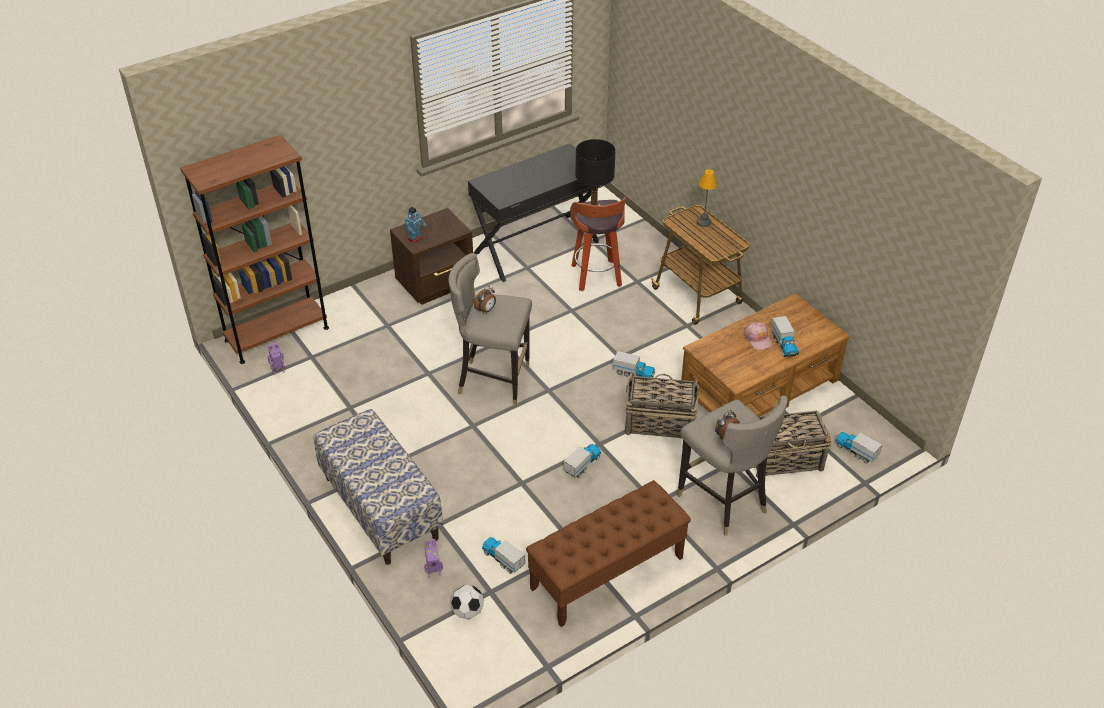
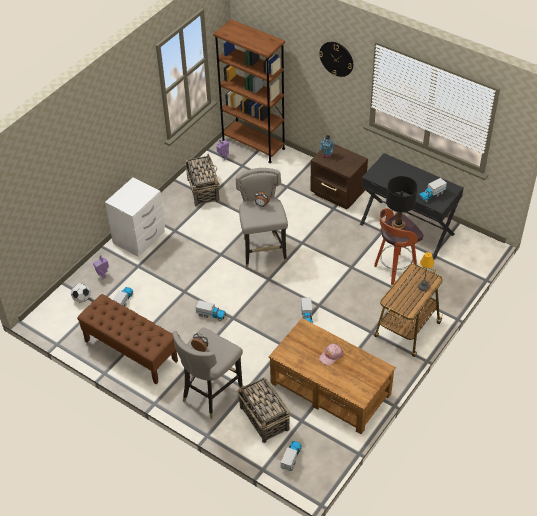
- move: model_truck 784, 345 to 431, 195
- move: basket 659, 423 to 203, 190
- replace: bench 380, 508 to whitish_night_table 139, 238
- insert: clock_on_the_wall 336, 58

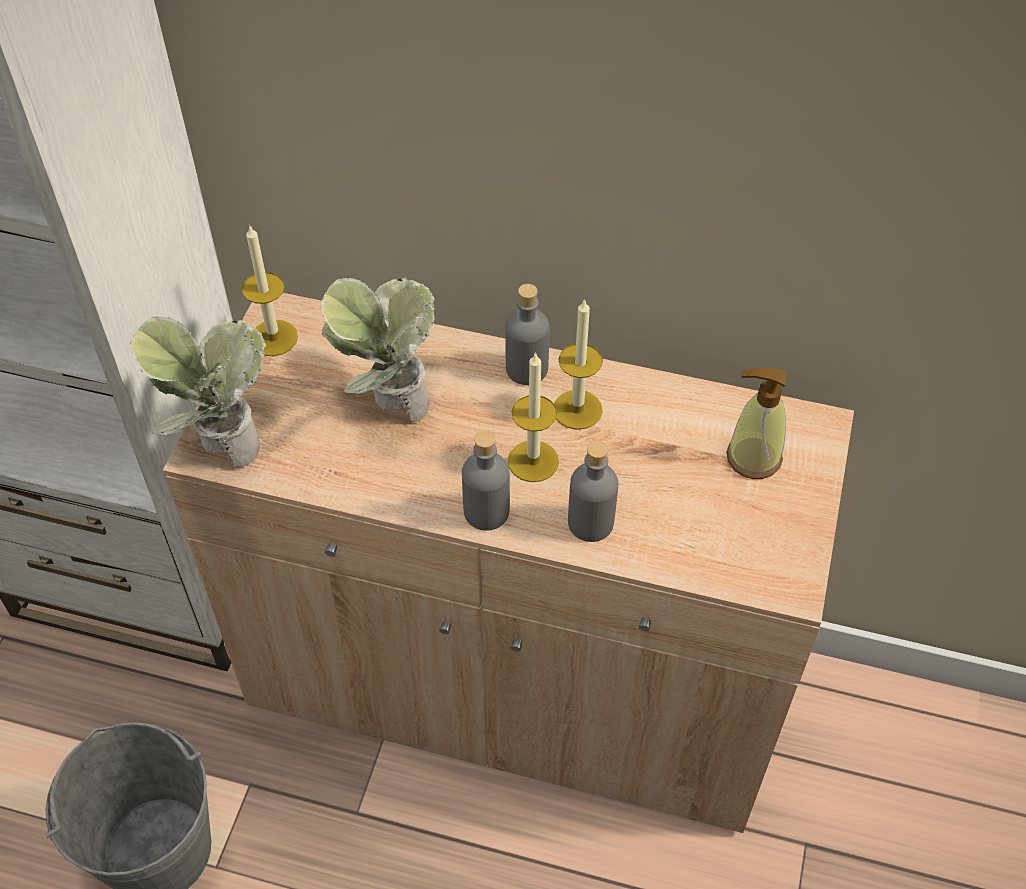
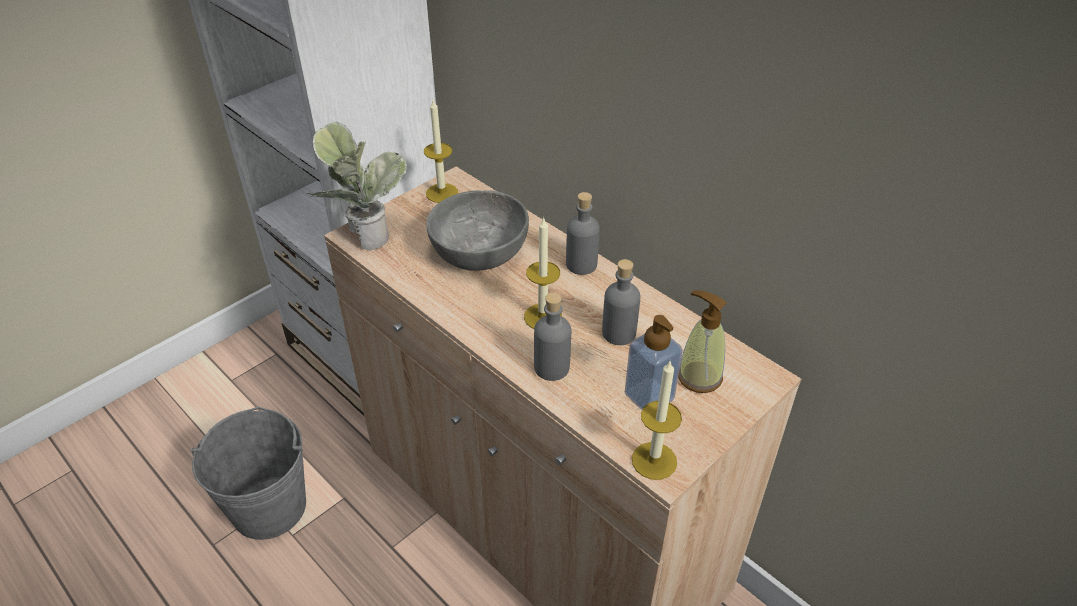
- replace: houseplant 389, 404 to grey_serving_bowl 479, 251
- move: wax_light 577, 409 to 654, 460
- move: grey_bottle 486, 512 to 619, 333
- insert: soap_bottle 649, 396

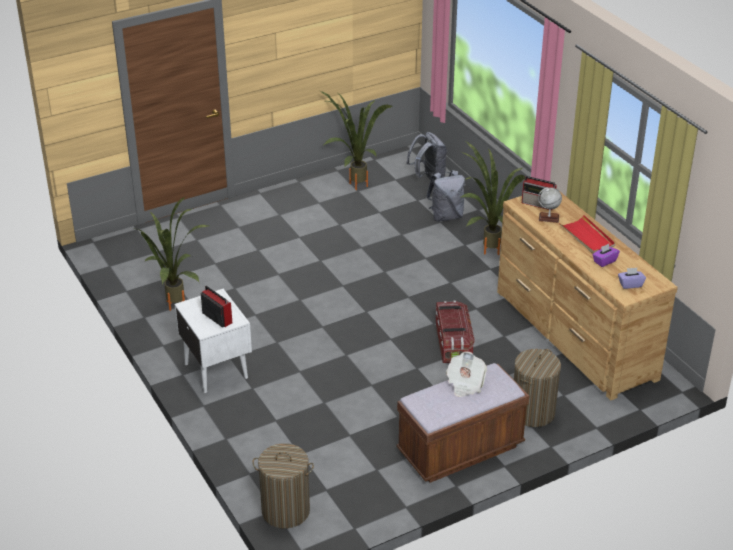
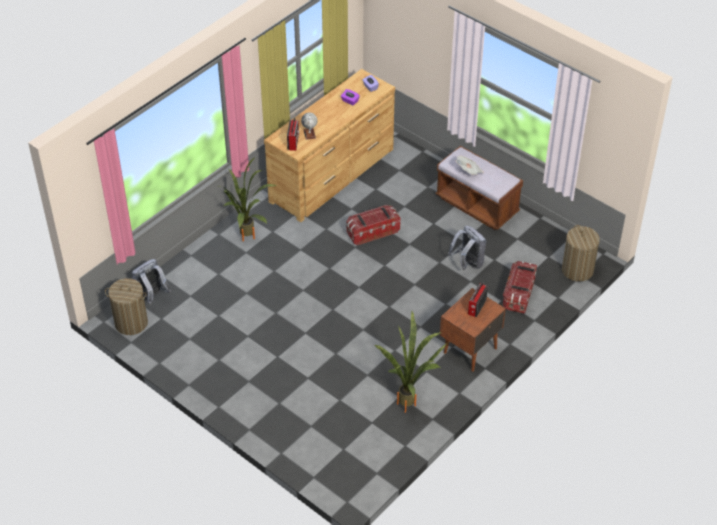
- delete: houseplant 353, 185
- move: grey_knapsack 446, 216 to 468, 263
- delete: reddish_carrying_tray 587, 236
- recolor: whitish_night_table 216, 370 to brownish_night_table 469, 350
- move: laundry_basket 532, 412 to 131, 323
- insert: storage_container 518, 294

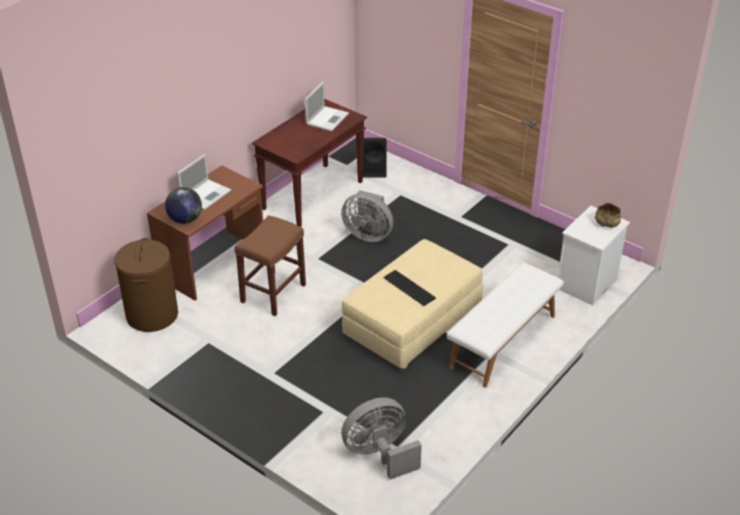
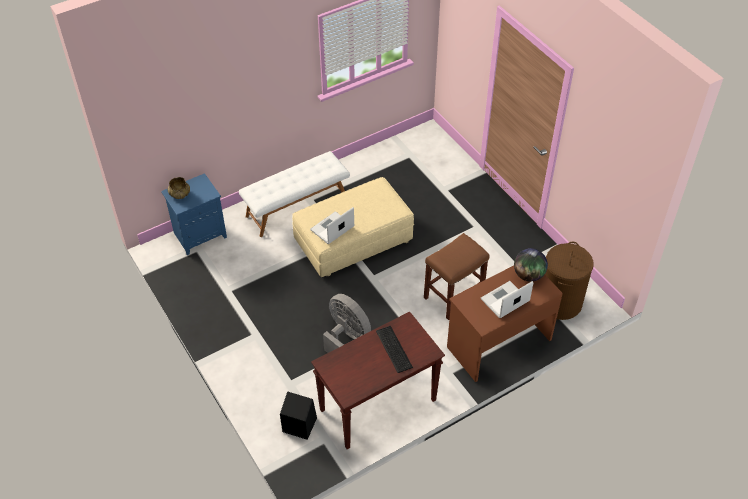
- move: notebook_computer 327, 118 to 331, 229
- recolor: whitish_night_table 587, 285 to blue_night_table 200, 234
- move: PC_keyboard 409, 287 to 393, 350
- delete: grey_cooling_fan 379, 454

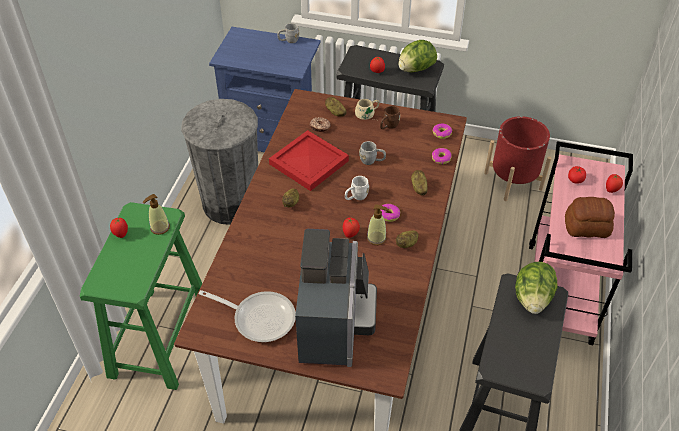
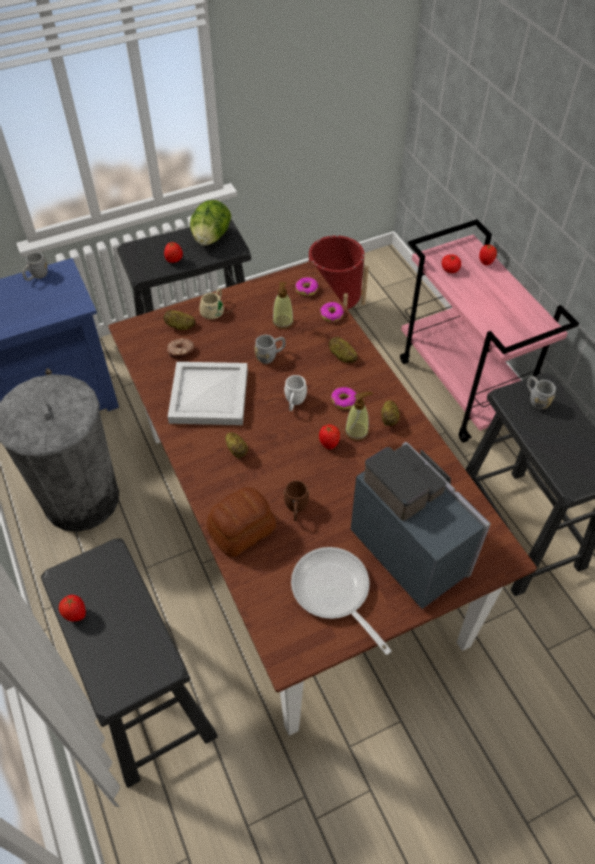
- move: brownish_tea_mug 388, 126 to 296, 509
- recolor: reddish_carrying_tray 307, 162 to whitish_carrying_tray 208, 396
- move: soap_bottle 160, 228 to 283, 322
- move: bread 587, 227 to 243, 531
- recolor: green-coloured_sitting_stool 160, 337 to blackish_sitting_stool 144, 696
- replace: lettuce_head 532, 299 to grey_tea_mug 536, 399
- rotate: skillet 259, 318 = 334, 593 105 degrees counterclockwise

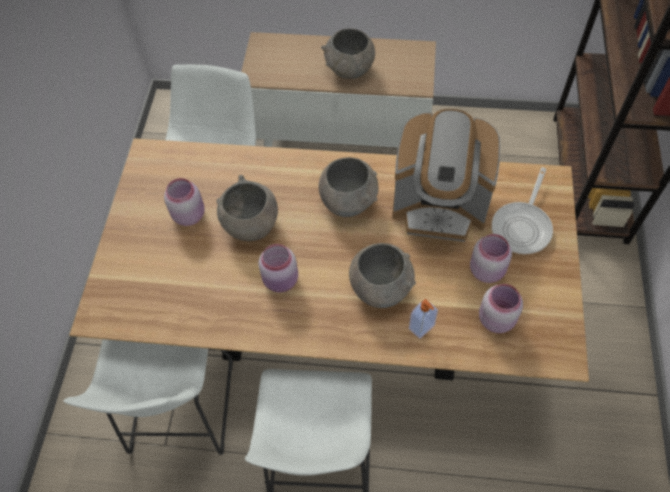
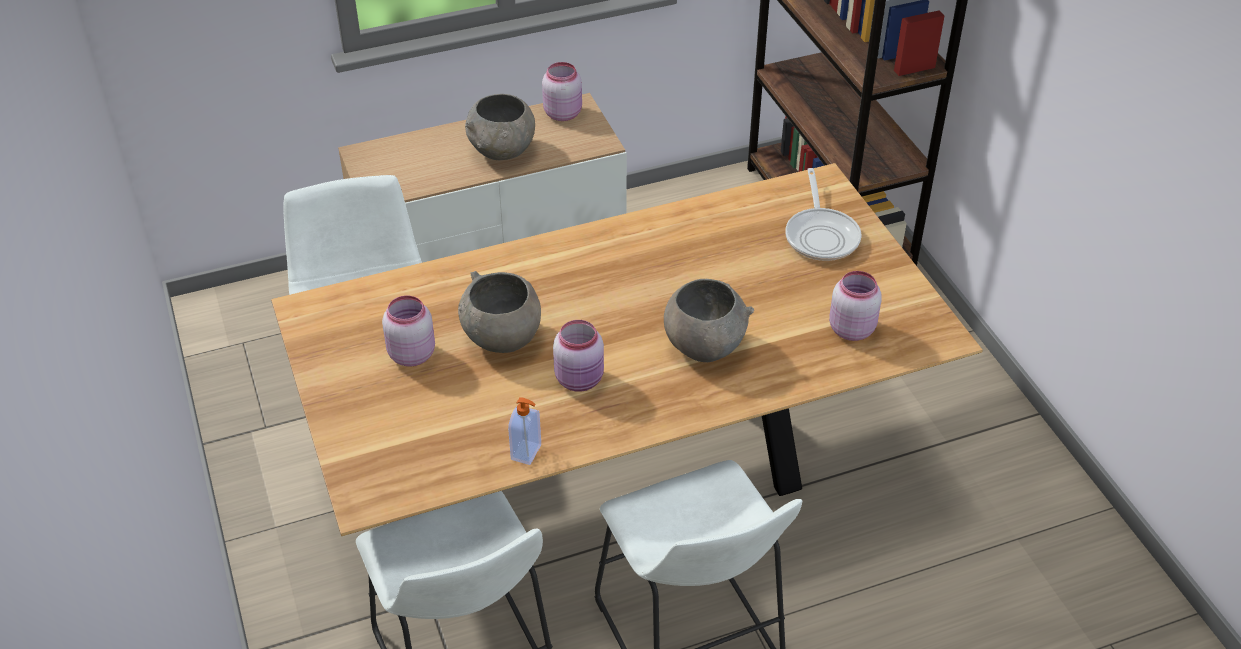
- delete: coffee_brewer 439, 207
- delete: grey_serving_bowl 348, 202
- move: pinkish_storage_jar 487, 269 to 563, 113
- move: soap_bottle 422, 327 to 527, 452

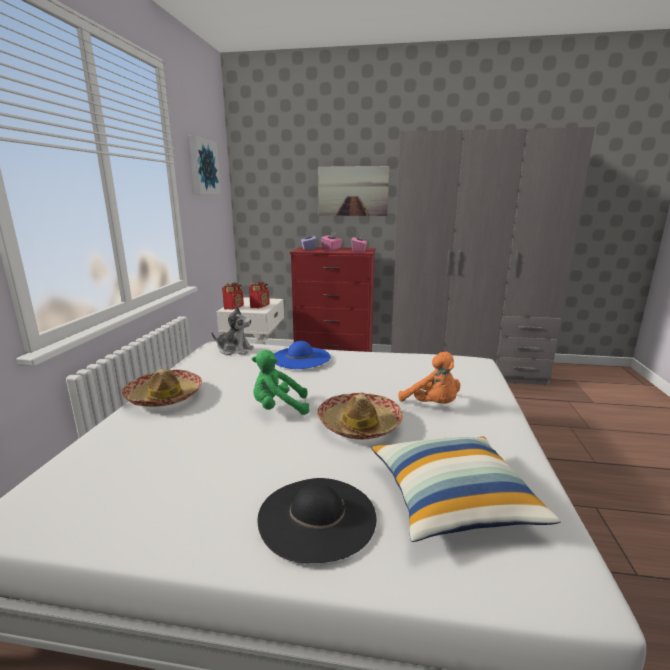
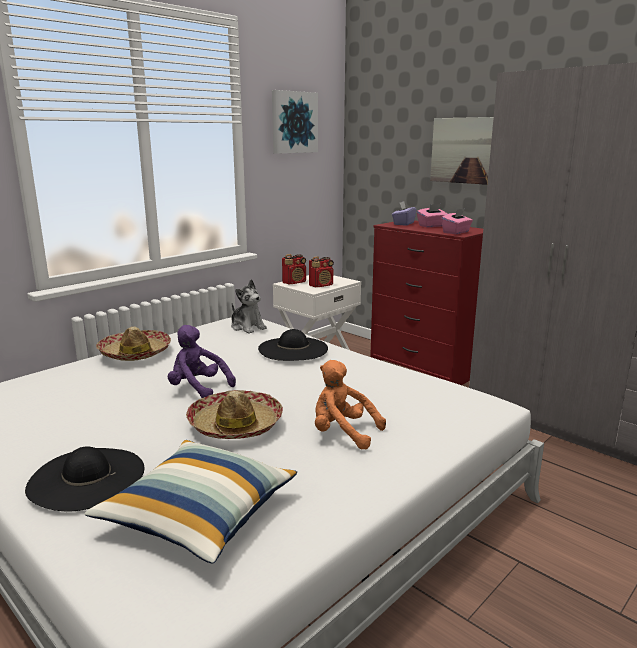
- recolor: blue_clothing_hat 300, 358 to blackish_clothing_hat 293, 349
- recolor: green-coloured_plush_toy 278, 408 to purplish_plush_toy 198, 389
- rotate: orange_plush_toy 433, 405 = 343, 433 120 degrees clockwise

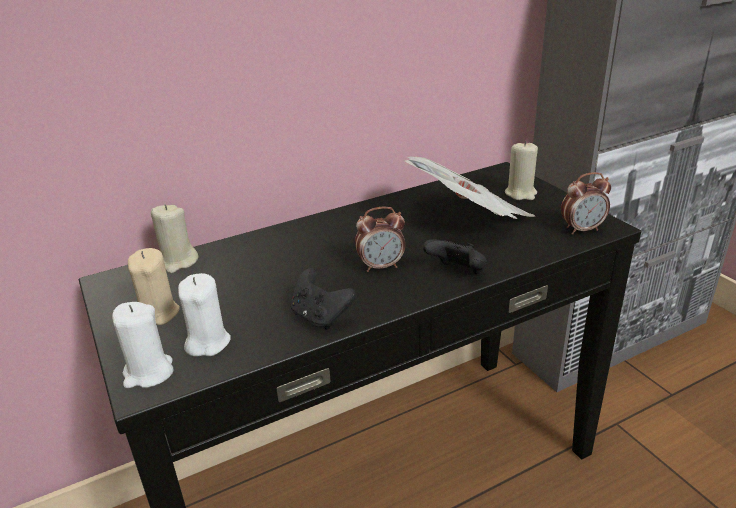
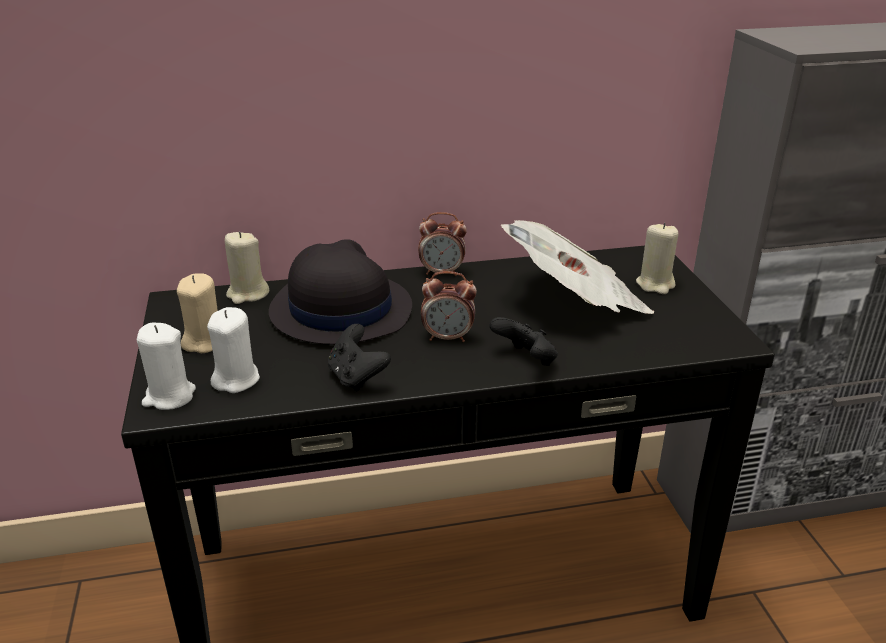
- move: table_clock 582, 229 to 442, 272
- insert: blackish_clothing_hat 340, 309

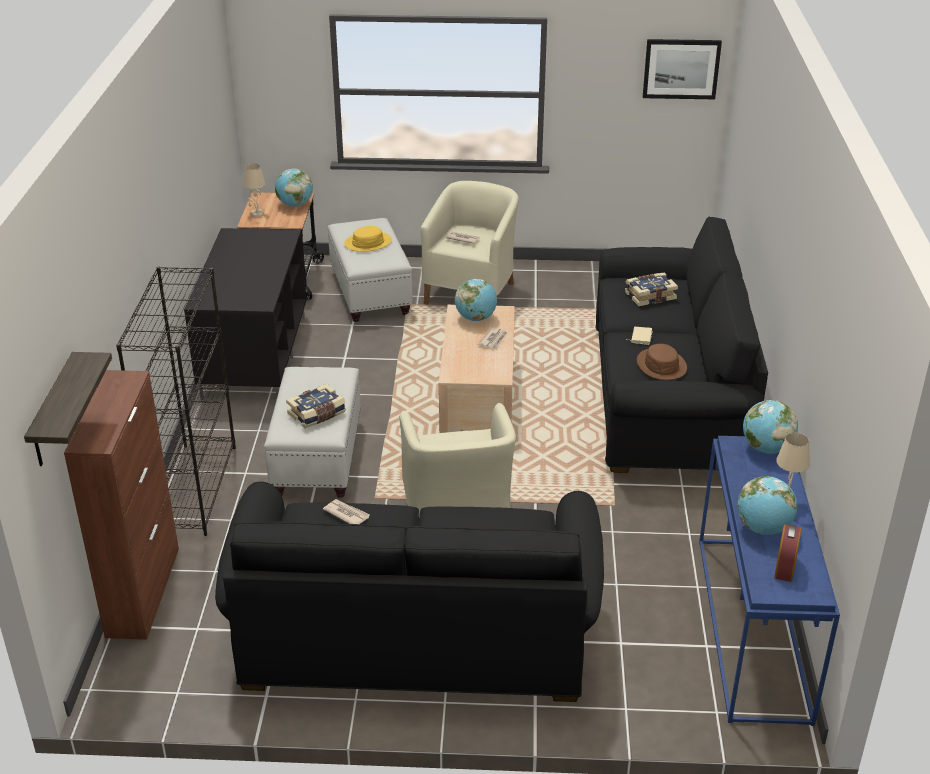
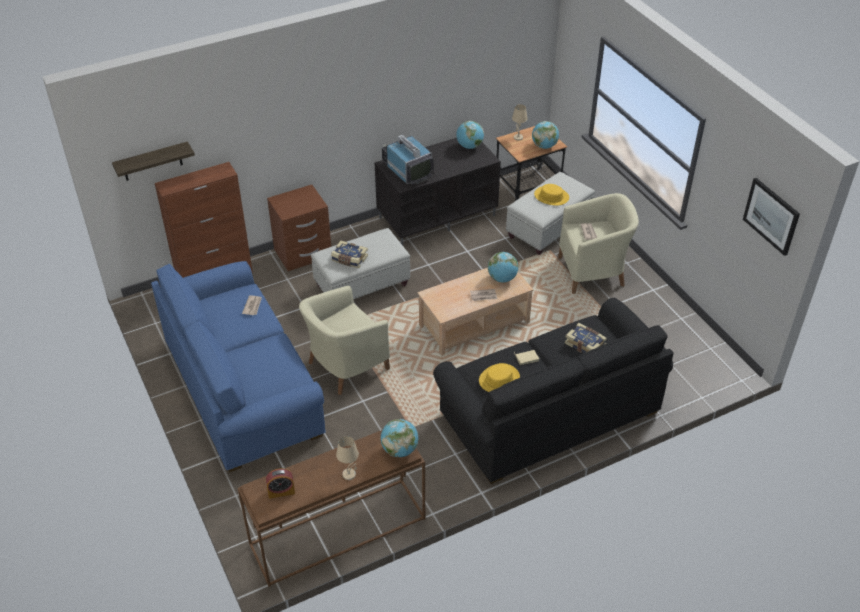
- replace: blackish_shelving_unit 194, 488 to brownish_night_table 303, 254
- recolor: brownish_clothing_hat 661, 365 to yellow-coloured_clothing_hat 499, 379
- recolor: blue_console_table 754, 628 to brownish_console_table 337, 533
- move: globe 763, 528 to 469, 146
- recolor: blackish_settee 414, 635 to blue_settee 243, 387
- insert: TV 407, 170

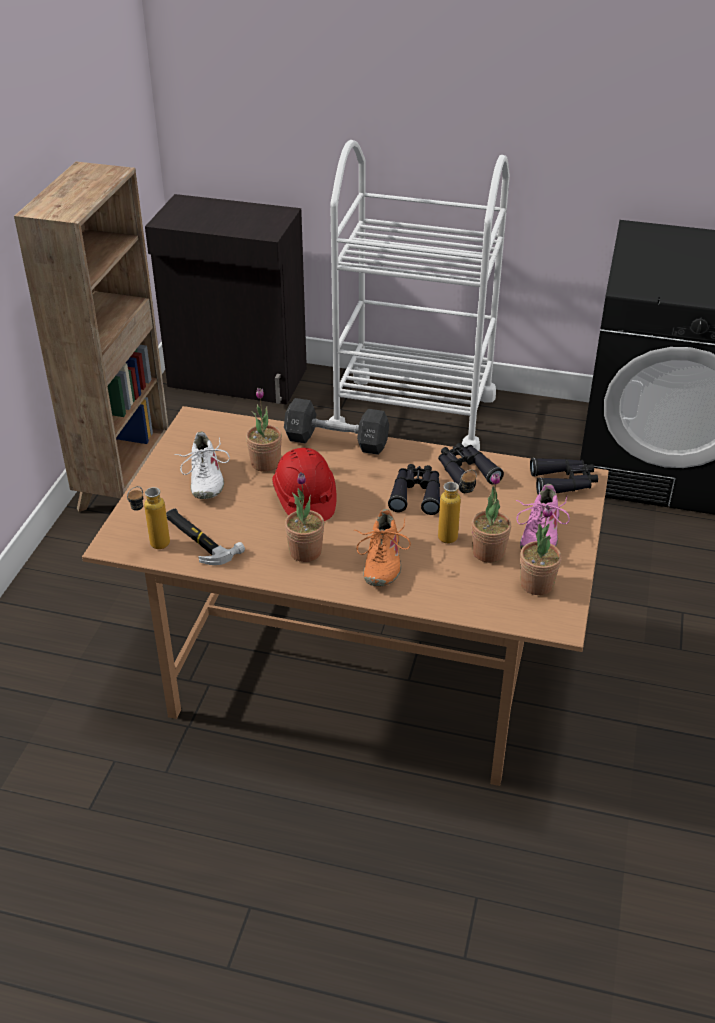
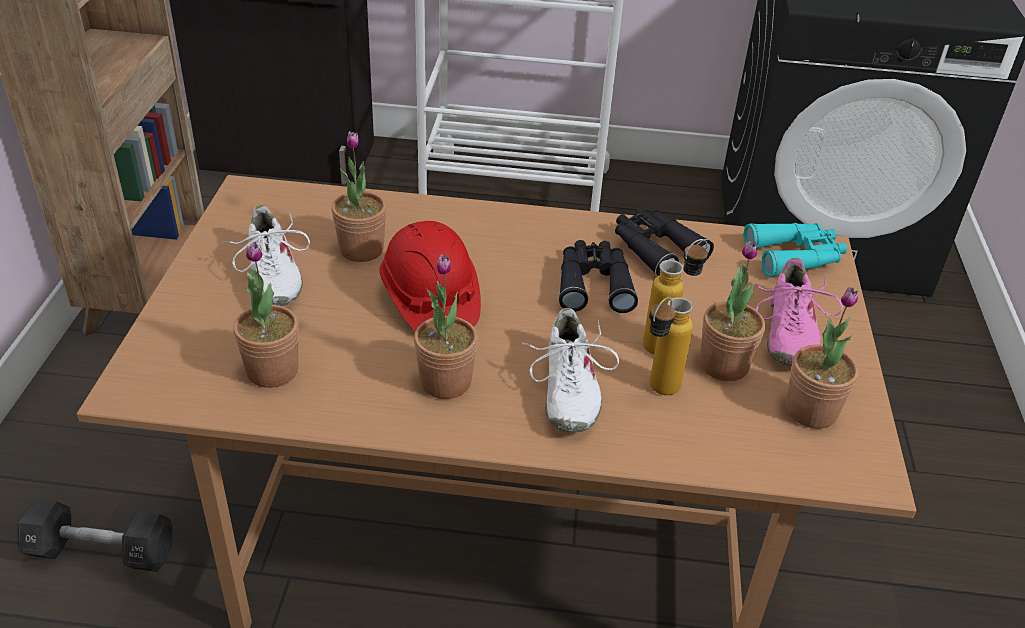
- move: blackish_free_weight 336, 441 to 101, 551
- recolor: blackish_binoculars 563, 483 to turquoise-coloured_binoculars 795, 257
- move: bottle 152, 547 to 656, 392
- replace: tool_hammer 199, 538 to houseplant 272, 371
- recolor: orange_low_shoe 381, 561 to whitish_low_shoe 567, 390

